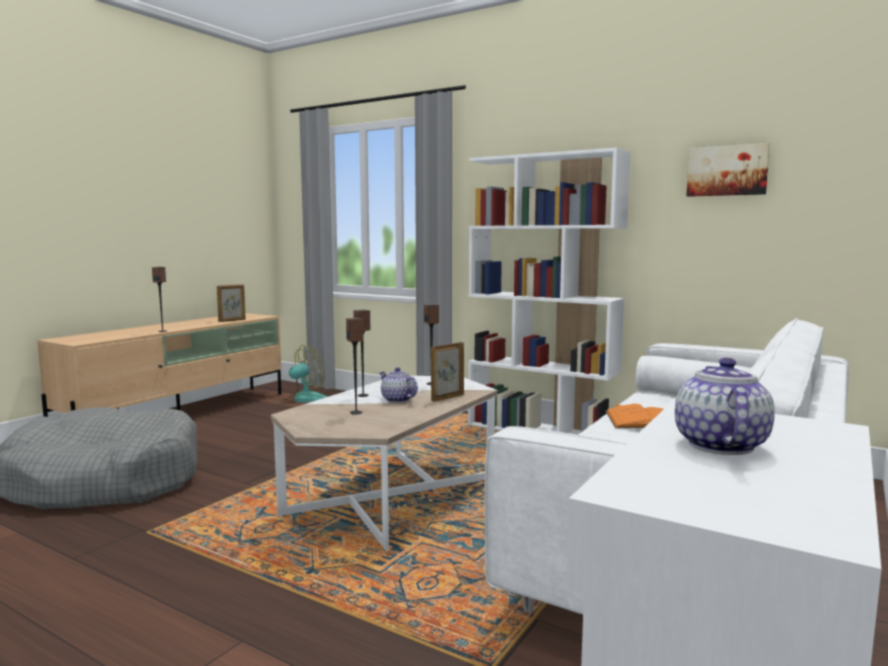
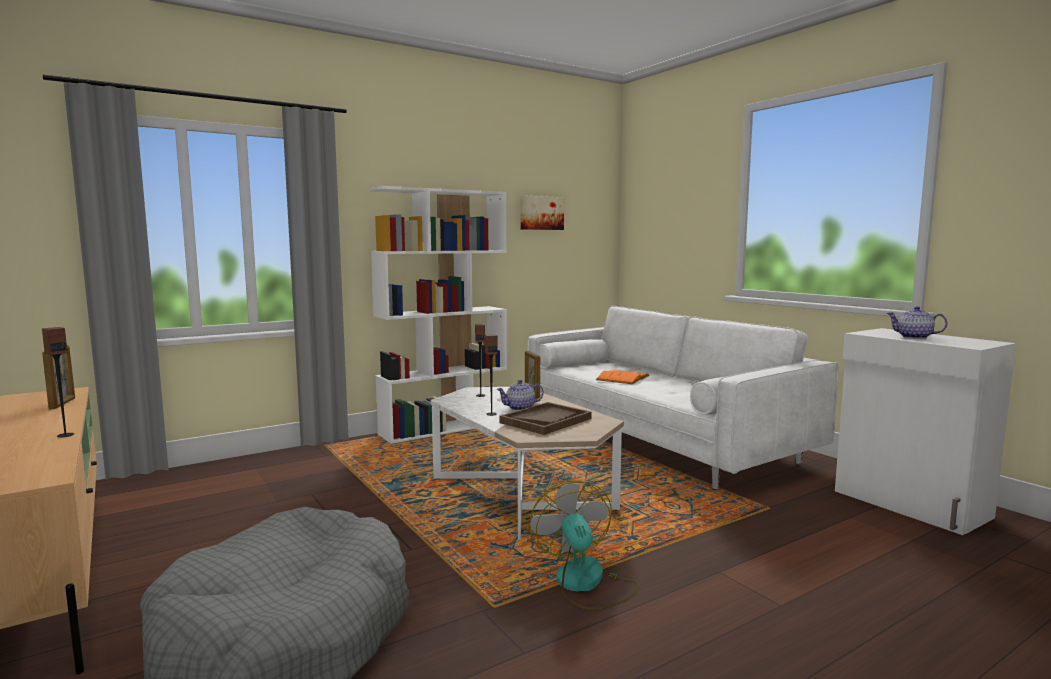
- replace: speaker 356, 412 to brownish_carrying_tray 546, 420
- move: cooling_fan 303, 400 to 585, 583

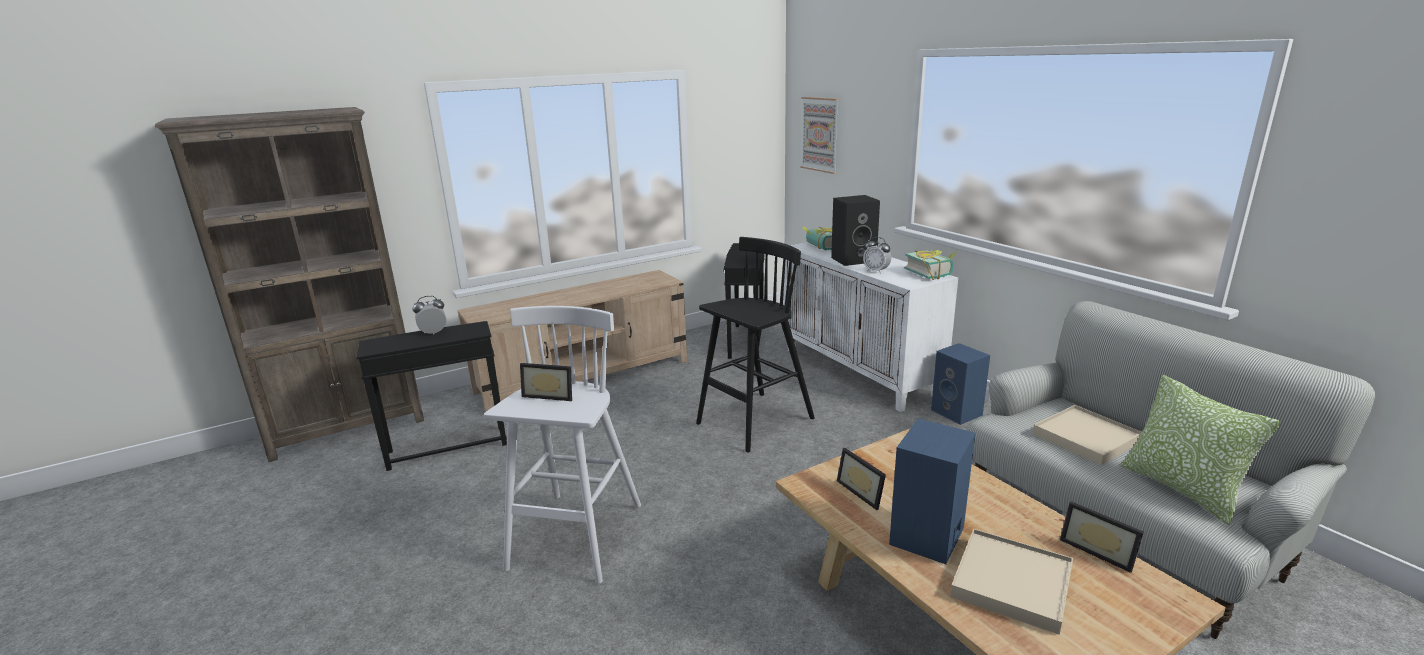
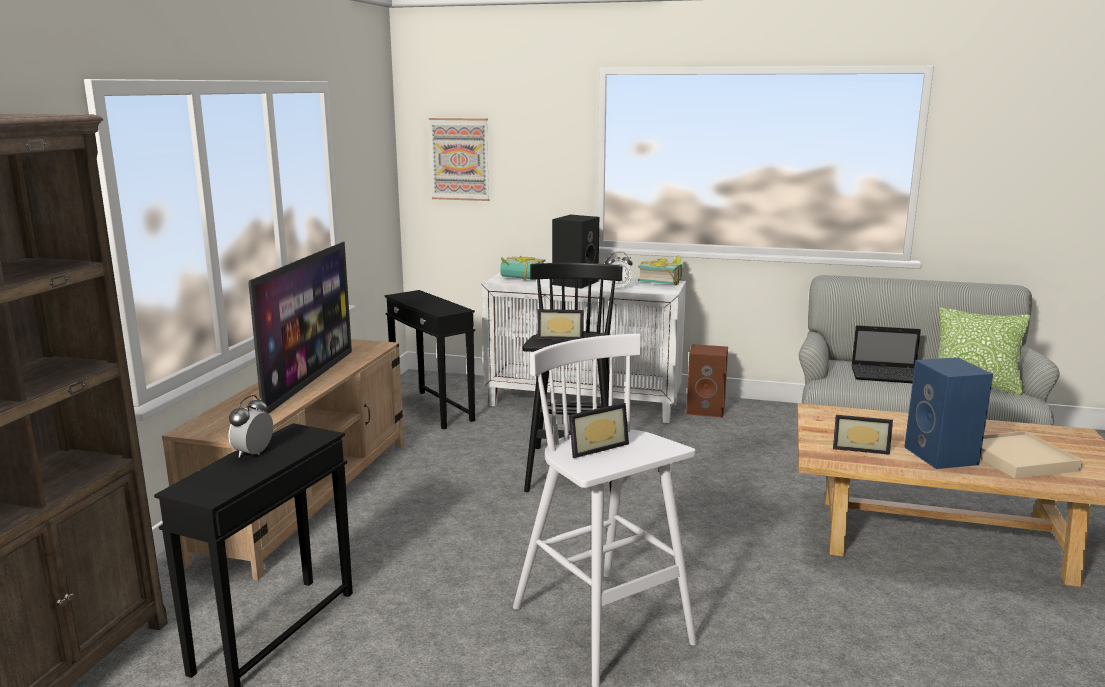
- recolor: blue_speaker 958, 412 to brownish_speaker 706, 410
- replace: sand-coloured_carrying_tray 1086, 438 to notebook_computer 887, 376
- move: picture_frame 1099, 550 to 560, 337
- insert: TV 308, 381

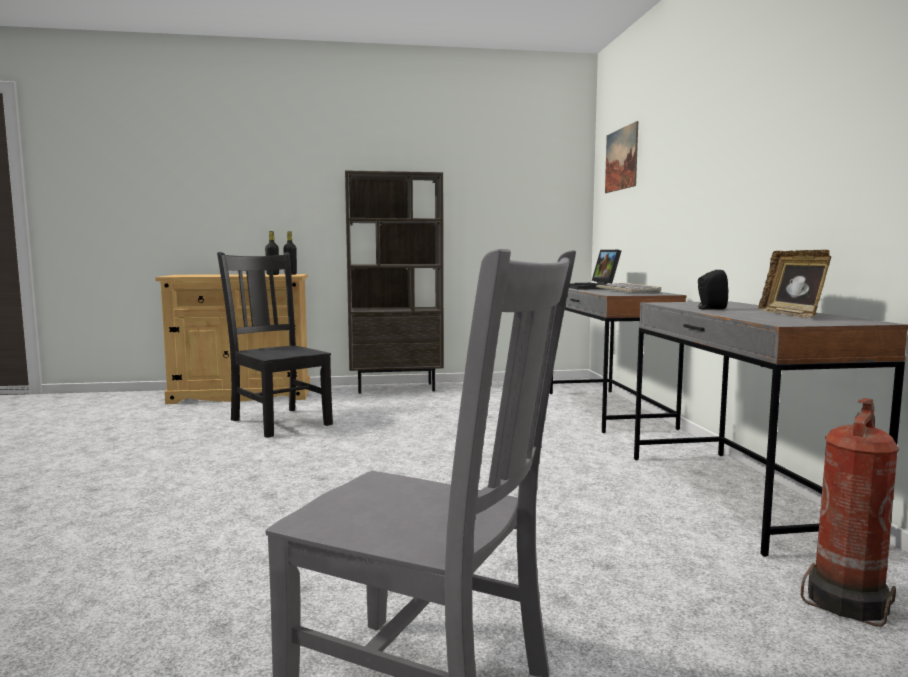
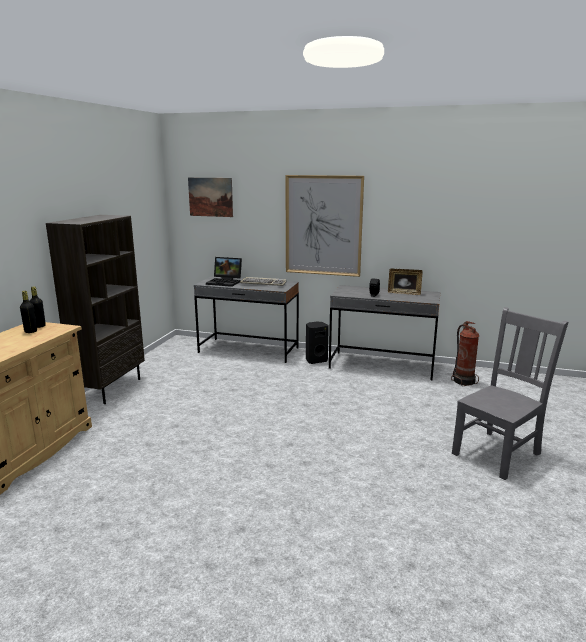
- delete: blackish_upright_chair 279, 421
- insert: picture 323, 225
- insert: blackish_speaker 315, 360

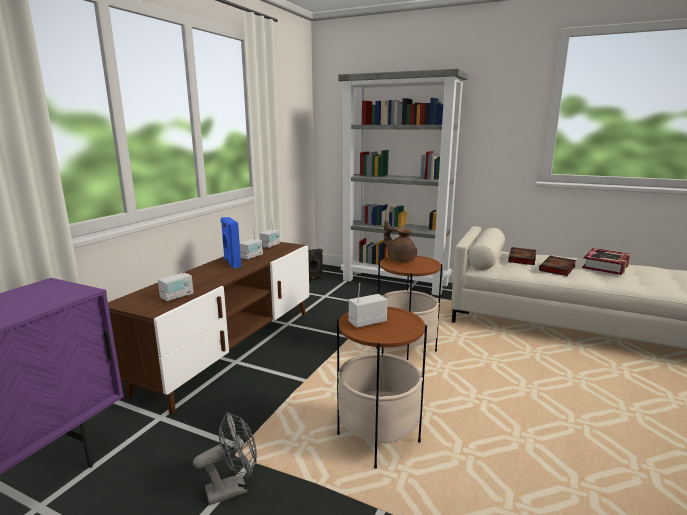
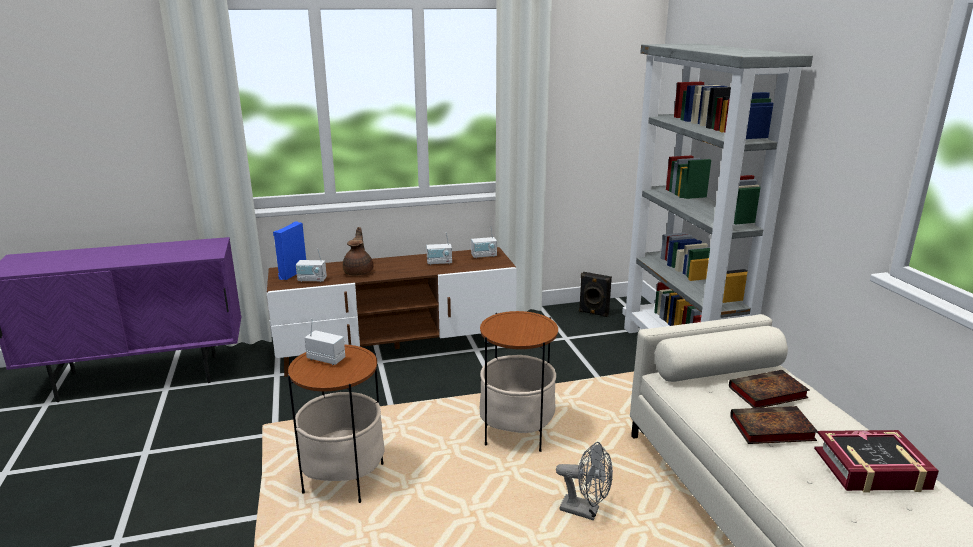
- move: blue_speaker 231, 263 to 292, 273
- move: brownish_pot_for_tea 400, 259 to 359, 272
- move: grey_cooling_fan 233, 488 to 585, 511

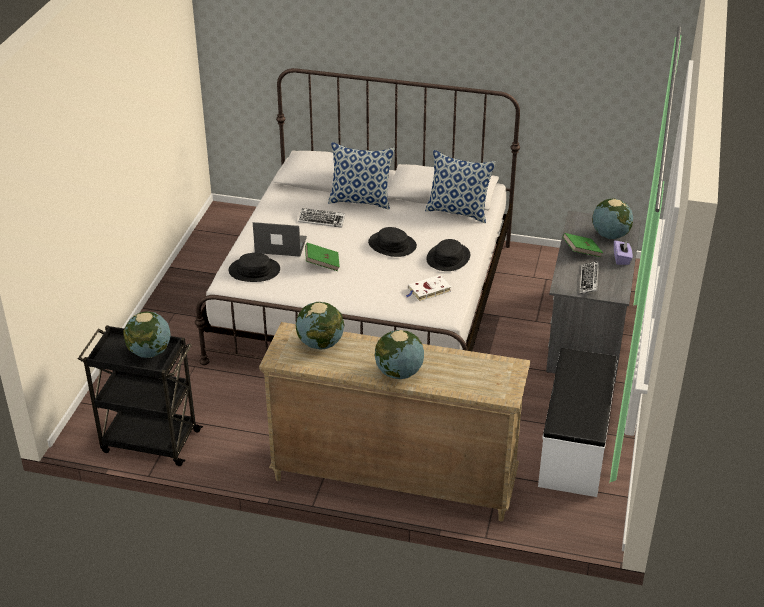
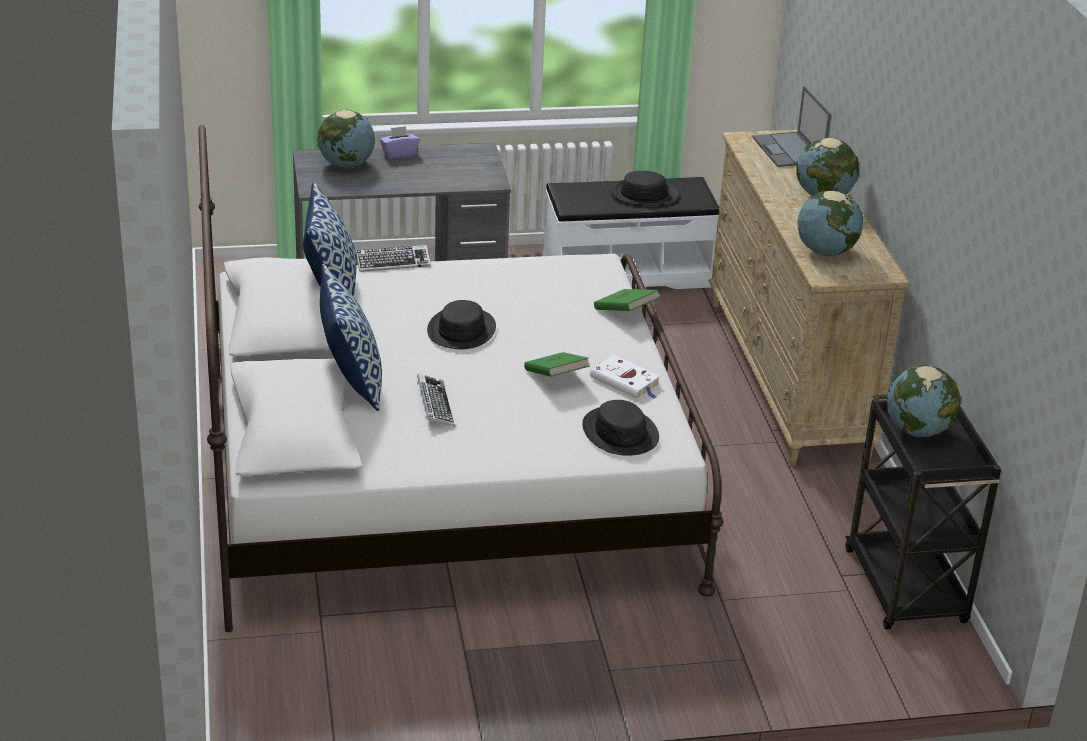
- move: notebook_computer 280, 245 to 789, 150
- move: green-coloured_book 581, 252 to 625, 312
- move: blackish_clothing_hat 448, 258 to 643, 194
- move: PC_keyboard 589, 280 to 393, 262
- move: whitish_book 428, 291 to 626, 382

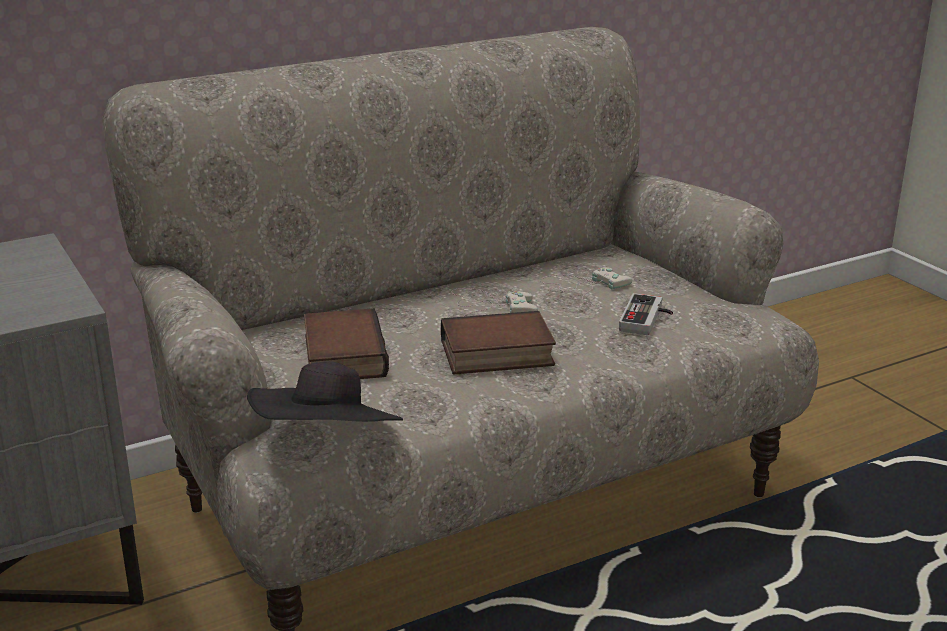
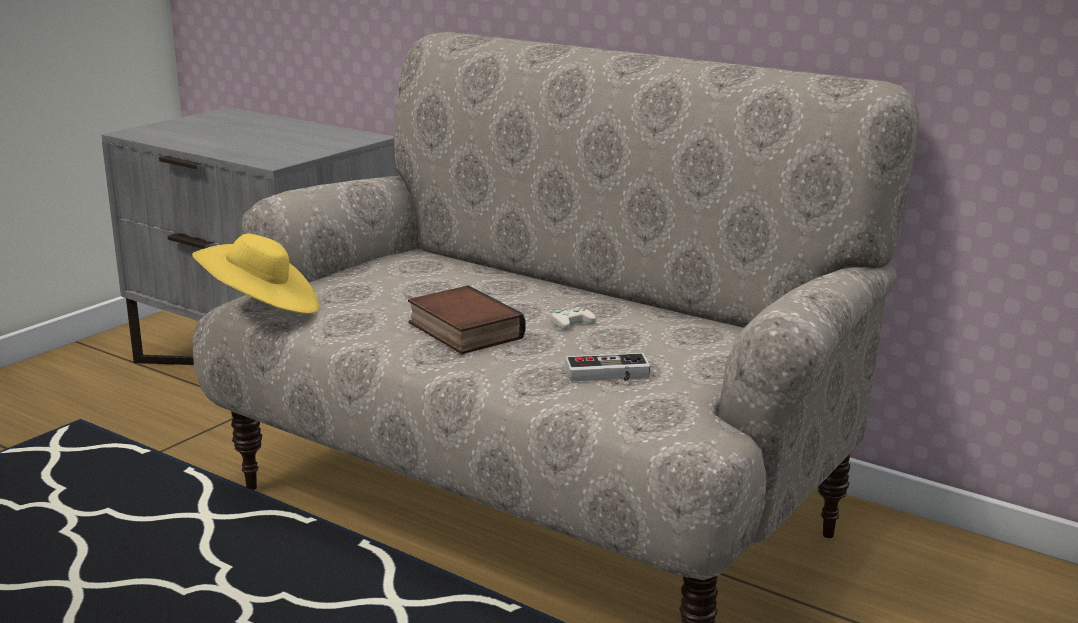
- delete: whitish_game_controller 584, 287
- delete: book 341, 355
- recolor: blackish_clothing_hat 328, 444 to yellow-coloured_clothing_hat 261, 308

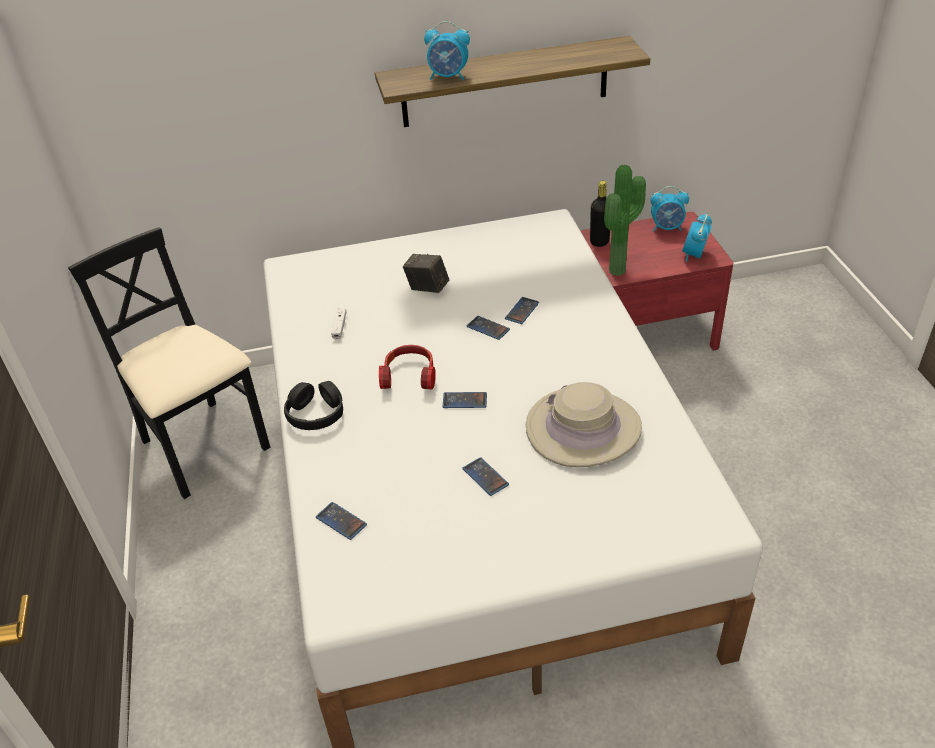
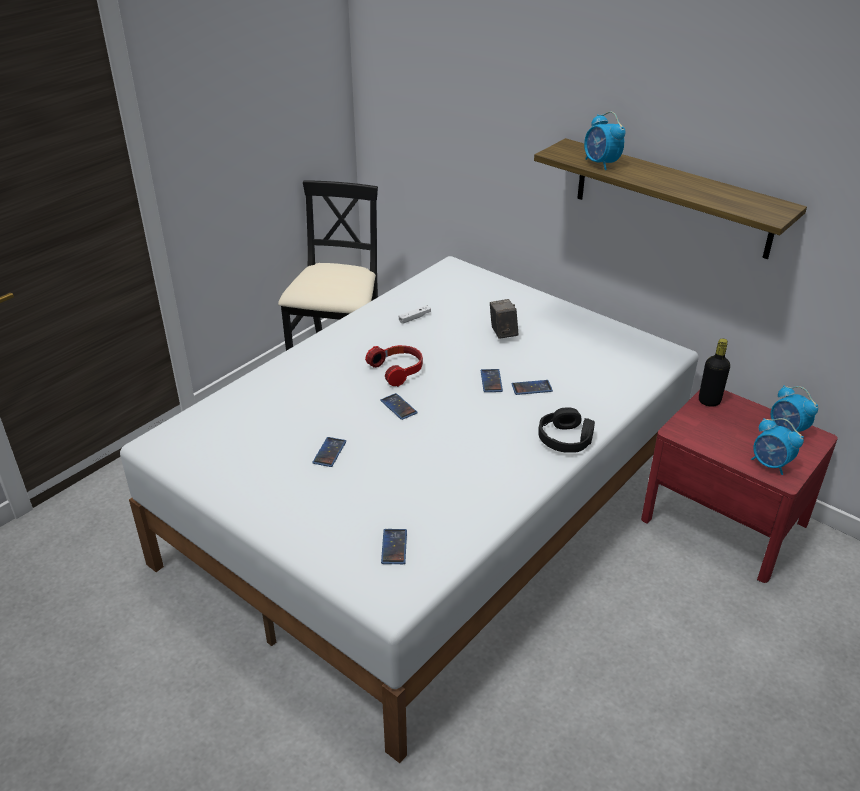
- delete: houseplant 620, 271
- rotate: table_clock 694, 255 = 770, 464 120 degrees counterclockwise
- move: blackish_headset 316, 413 to 565, 439
- delete: sand-coloured_clothing_hat 583, 428
- move: phone 341, 521 to 394, 547

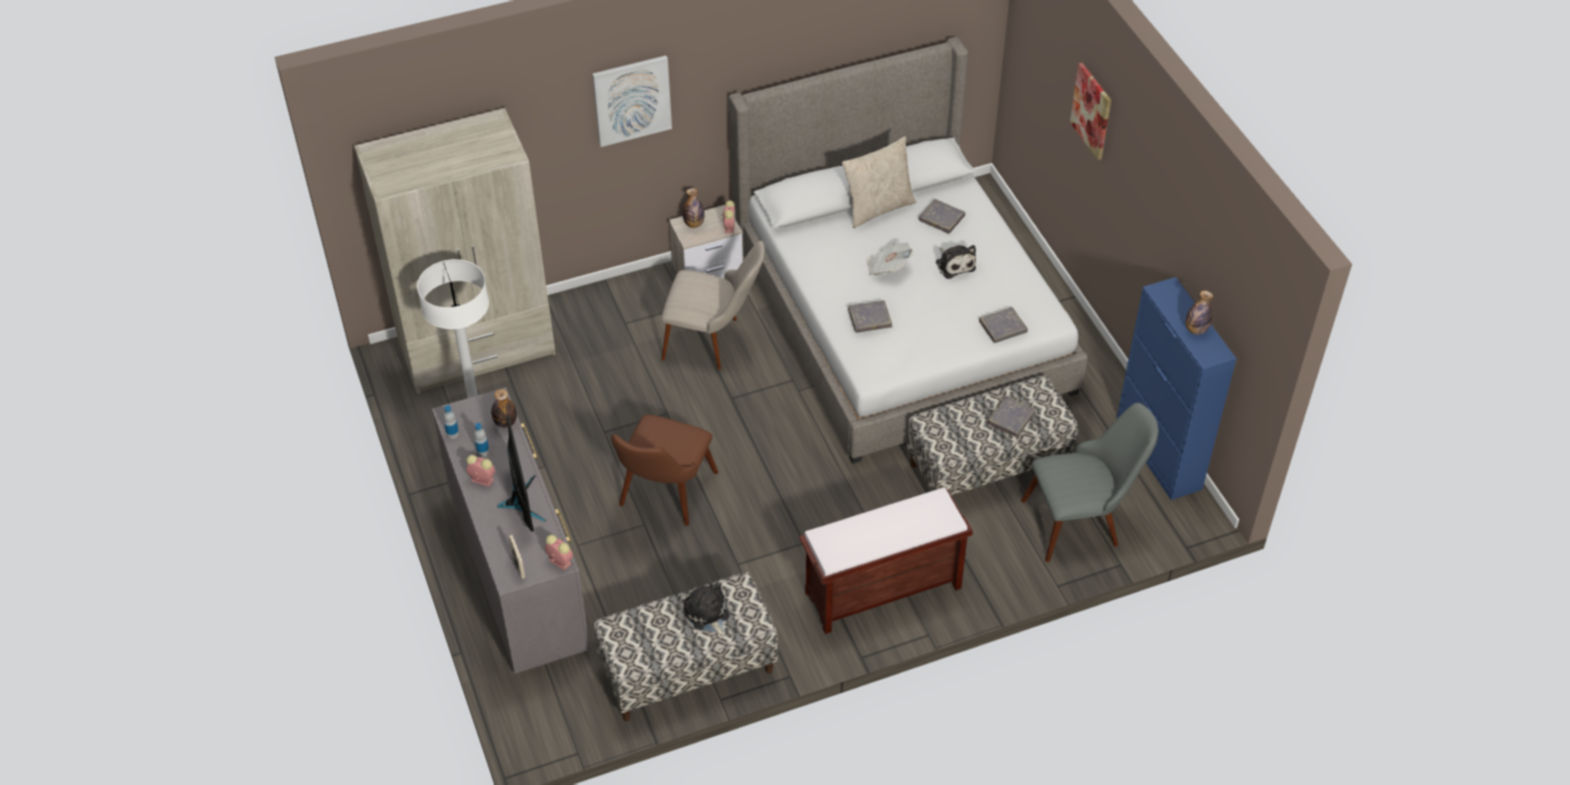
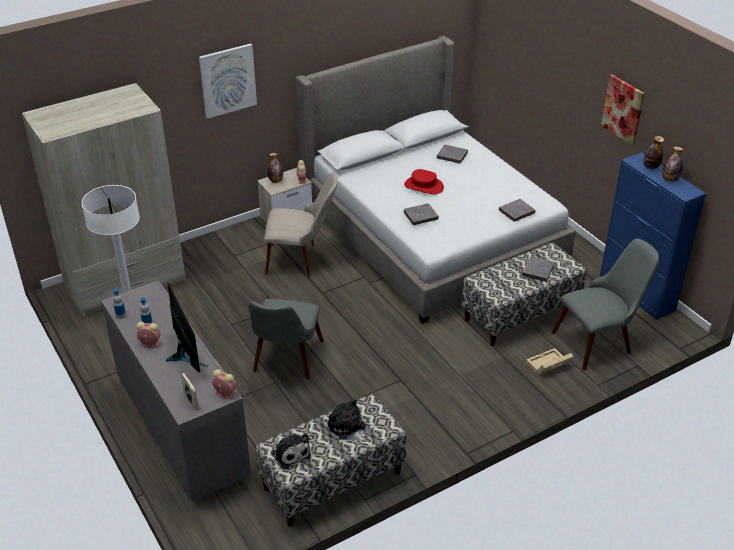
- move: picture 1091, 111 to 623, 109
- delete: sand-coloured_pillow 878, 208
- replace: newspaper 887, 267 to reddish_clothing_hat 423, 186
- move: plush_toy 954, 264 to 290, 453
- move: bottle 505, 423 to 650, 167
- recolor: brownish_upright_chair 663, 498 to grey_upright_chair 285, 362
- delete: brownish_bench 881, 591
- insert: sand-coloured_storage_container 547, 365

